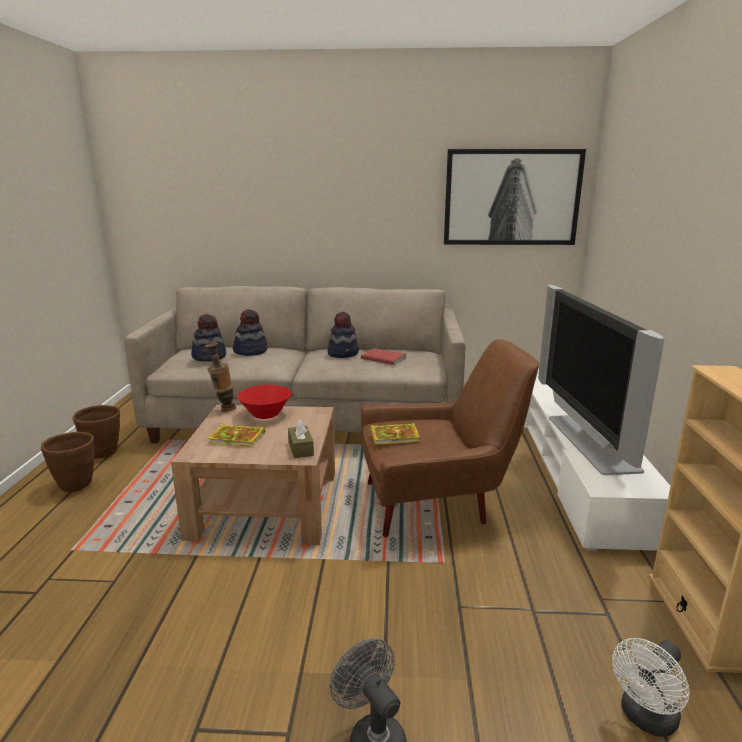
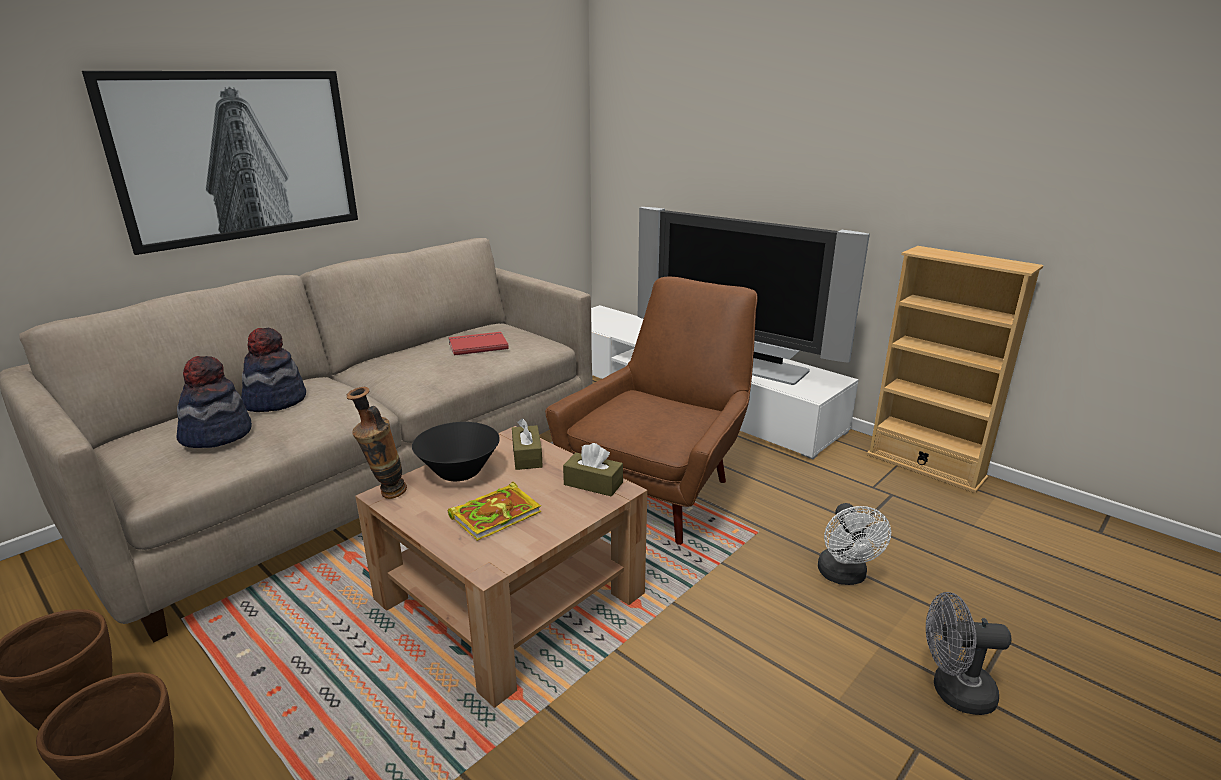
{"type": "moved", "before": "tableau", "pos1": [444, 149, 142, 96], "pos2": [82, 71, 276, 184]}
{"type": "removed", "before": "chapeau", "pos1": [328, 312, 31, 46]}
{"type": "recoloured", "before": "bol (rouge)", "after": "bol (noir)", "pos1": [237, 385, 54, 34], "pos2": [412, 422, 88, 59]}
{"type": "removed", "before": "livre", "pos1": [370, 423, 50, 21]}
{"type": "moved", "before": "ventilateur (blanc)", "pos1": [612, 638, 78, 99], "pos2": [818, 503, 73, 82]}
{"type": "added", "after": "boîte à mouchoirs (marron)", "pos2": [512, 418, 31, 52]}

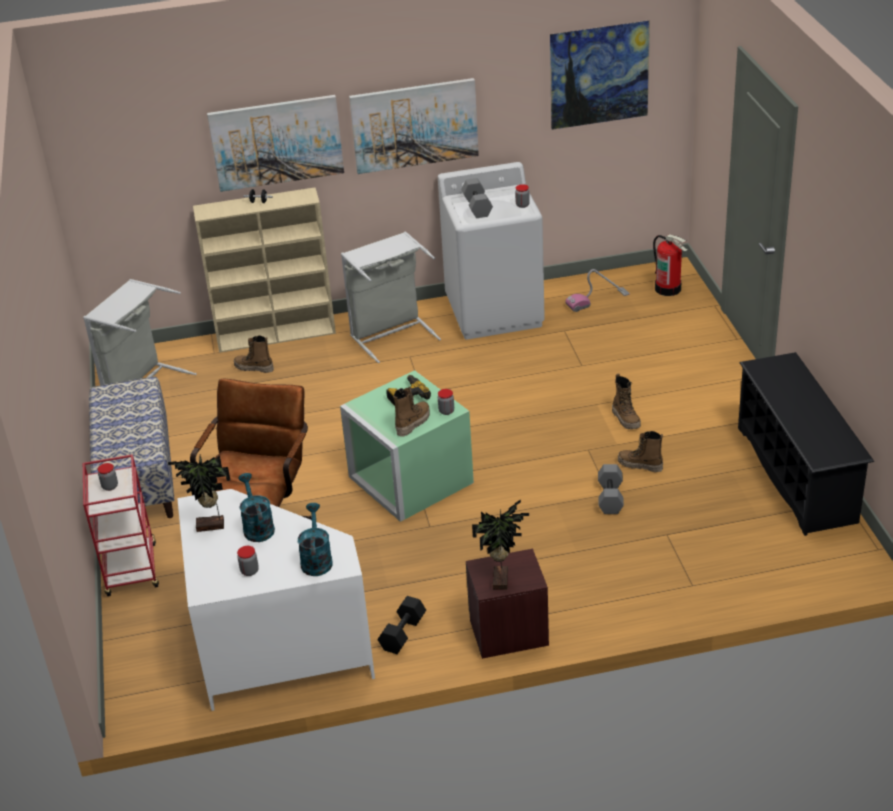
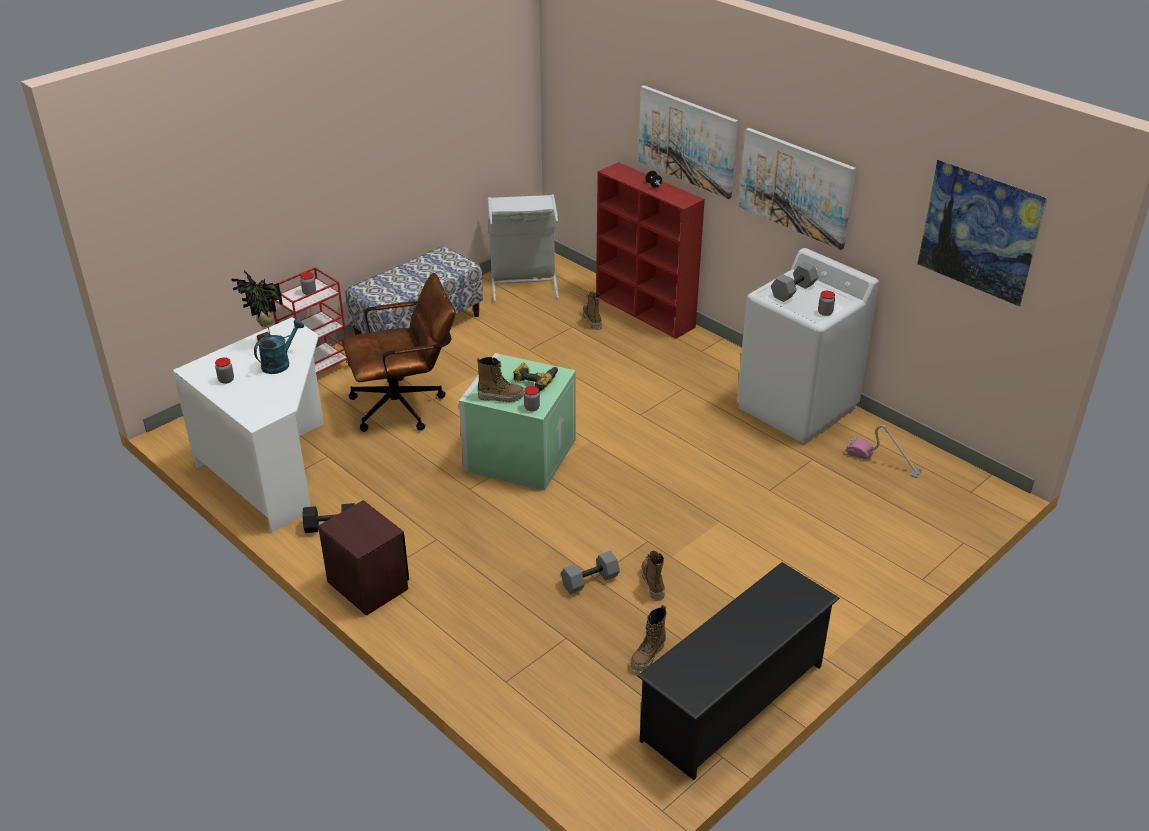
{"type": "recoloured", "before": "bibliothèque (beige)", "after": "bibliothèque (rouge)", "pos1": [193, 187, 143, 166], "pos2": [596, 162, 109, 177]}
{"type": "removed", "before": "panier à linge (gris)", "pos1": [341, 231, 100, 132]}
{"type": "removed", "before": "extincteur", "pos1": [653, 234, 34, 62]}
{"type": "moved", "before": "botte", "pos1": [612, 373, 29, 56], "pos2": [631, 605, 35, 67]}
{"type": "removed", "before": "plante en pot", "pos1": [472, 500, 57, 90]}
{"type": "removed", "before": "arrosoir (turquoise)", "pos1": [298, 503, 35, 73]}

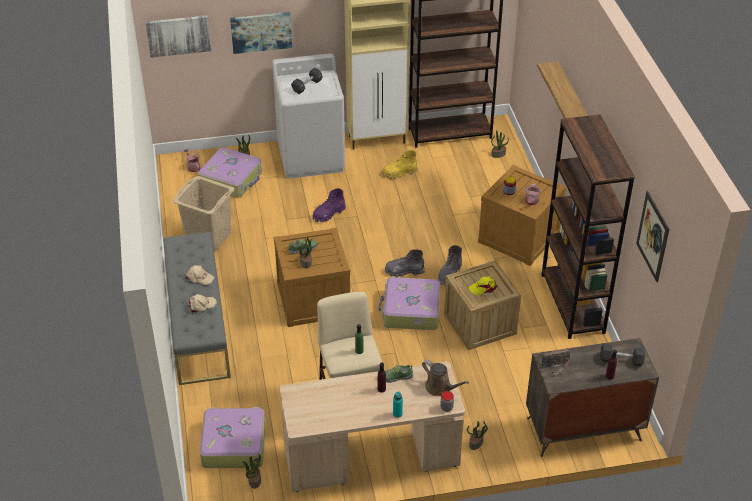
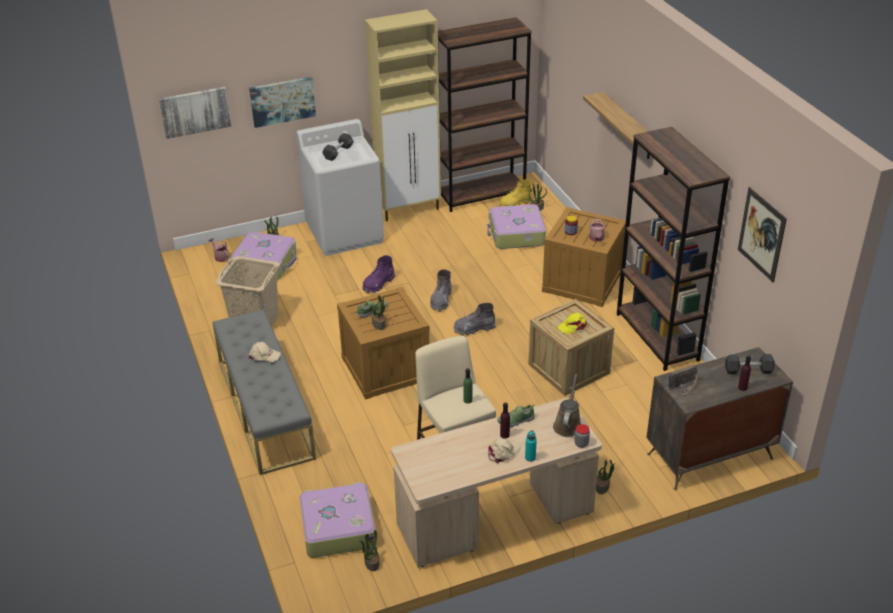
{"type": "moved", "before": "botte (jaune)", "pos1": [382, 150, 36, 29], "pos2": [499, 179, 34, 28]}
{"type": "moved", "before": "botte (gris)", "pos1": [438, 245, 24, 41], "pos2": [430, 269, 22, 42]}
{"type": "moved", "before": "valise", "pos1": [378, 277, 62, 53], "pos2": [487, 204, 59, 45]}
{"type": "moved", "before": "casquette (beige)", "pos1": [188, 294, 29, 20], "pos2": [488, 438, 33, 26]}
{"type": "turned", "before": "arrosoir (marron)", "pos1": [422, 360, 47, 36], "pos2": [553, 374, 28, 63], "turn": -105}

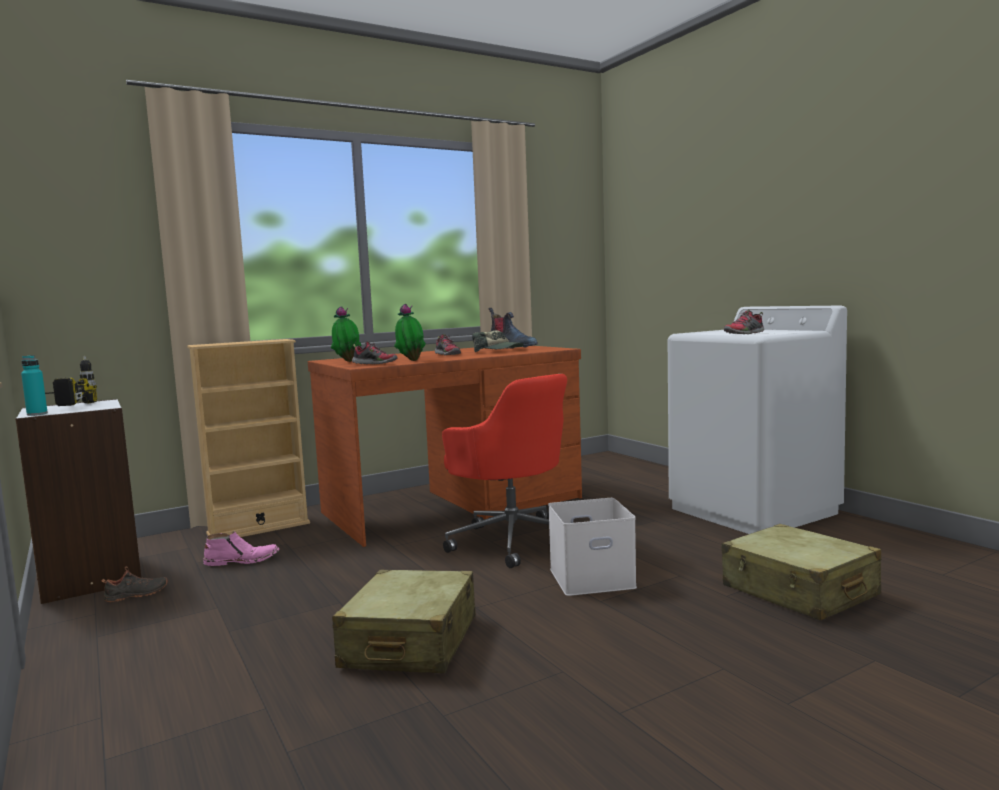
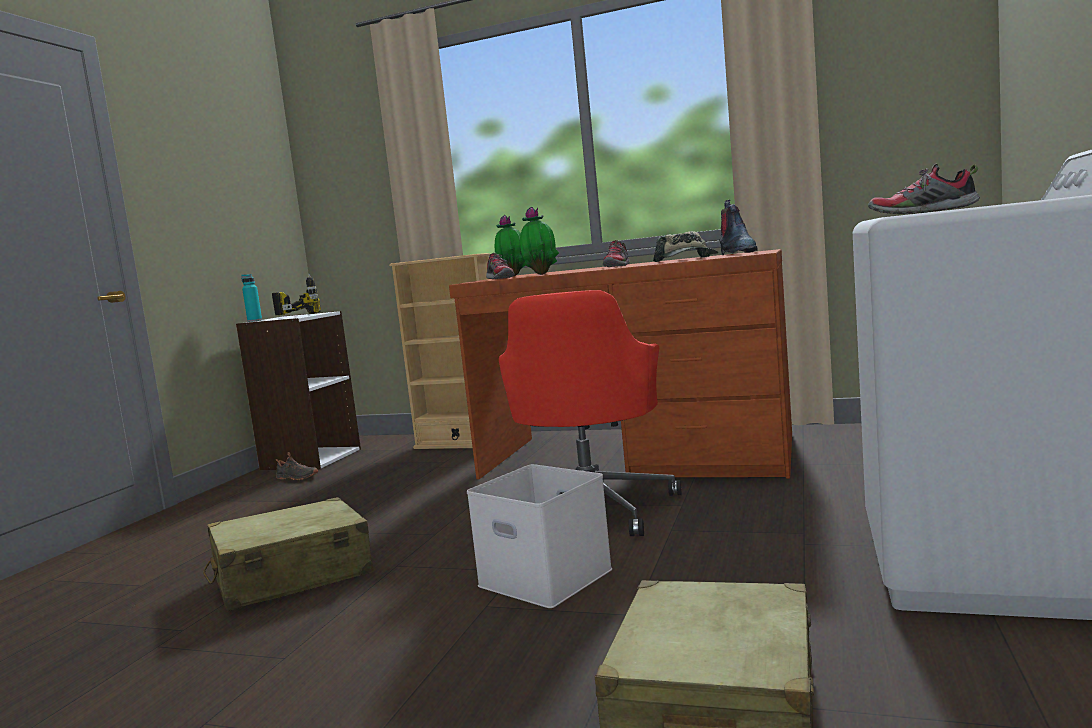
{"type": "removed", "before": "botte (rose)", "pos1": [203, 531, 77, 35]}

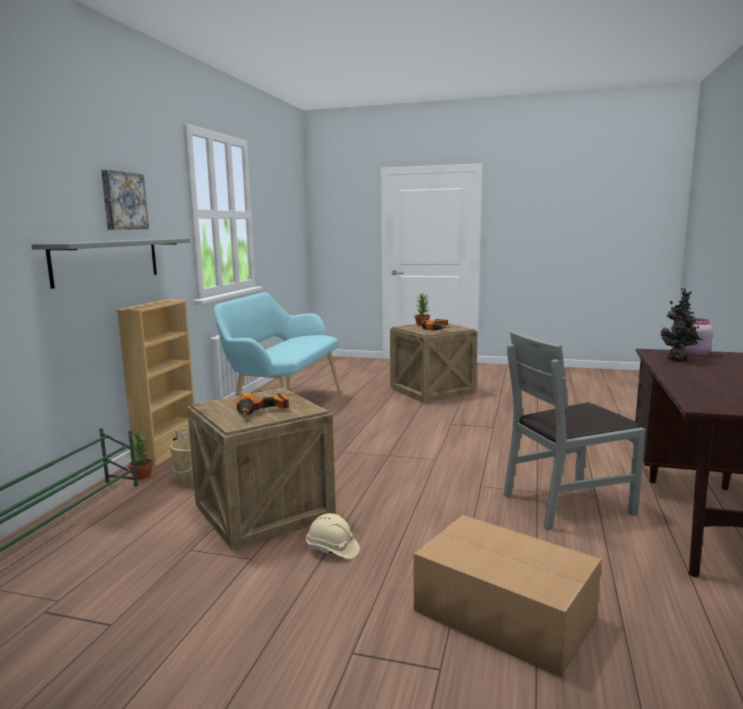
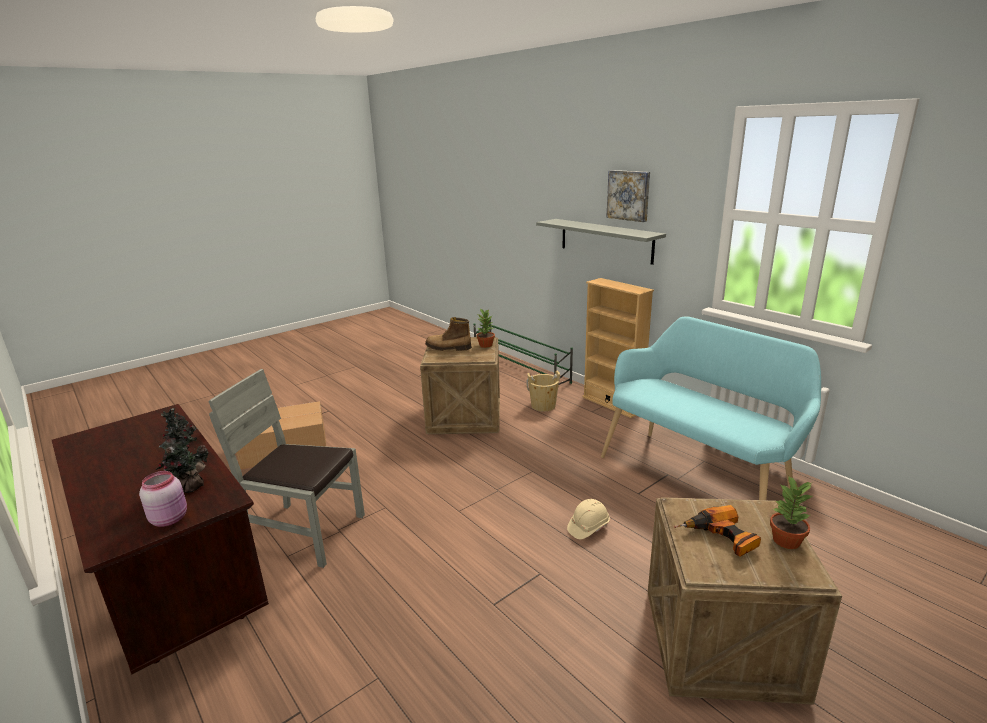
{"type": "turned", "before": "chaise (gris)", "pos1": [503, 331, 143, 199], "pos2": [208, 369, 157, 199], "turn": -90}
{"type": "replaced", "before": "perceuse", "after": "botte", "pos1": [236, 392, 53, 25], "pos2": [425, 317, 47, 34]}
{"type": "moved", "before": "plante en pot", "pos1": [128, 432, 25, 47], "pos2": [476, 309, 19, 39]}
{"type": "moved", "before": "casque de chantier (beige)", "pos1": [306, 513, 54, 46], "pos2": [567, 499, 43, 40]}

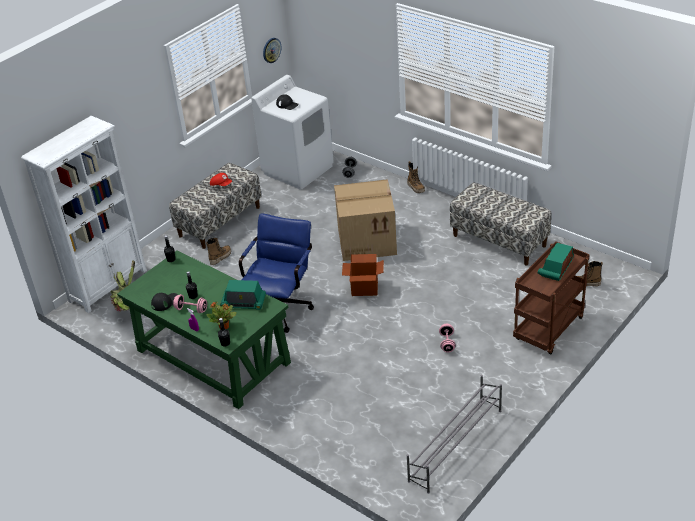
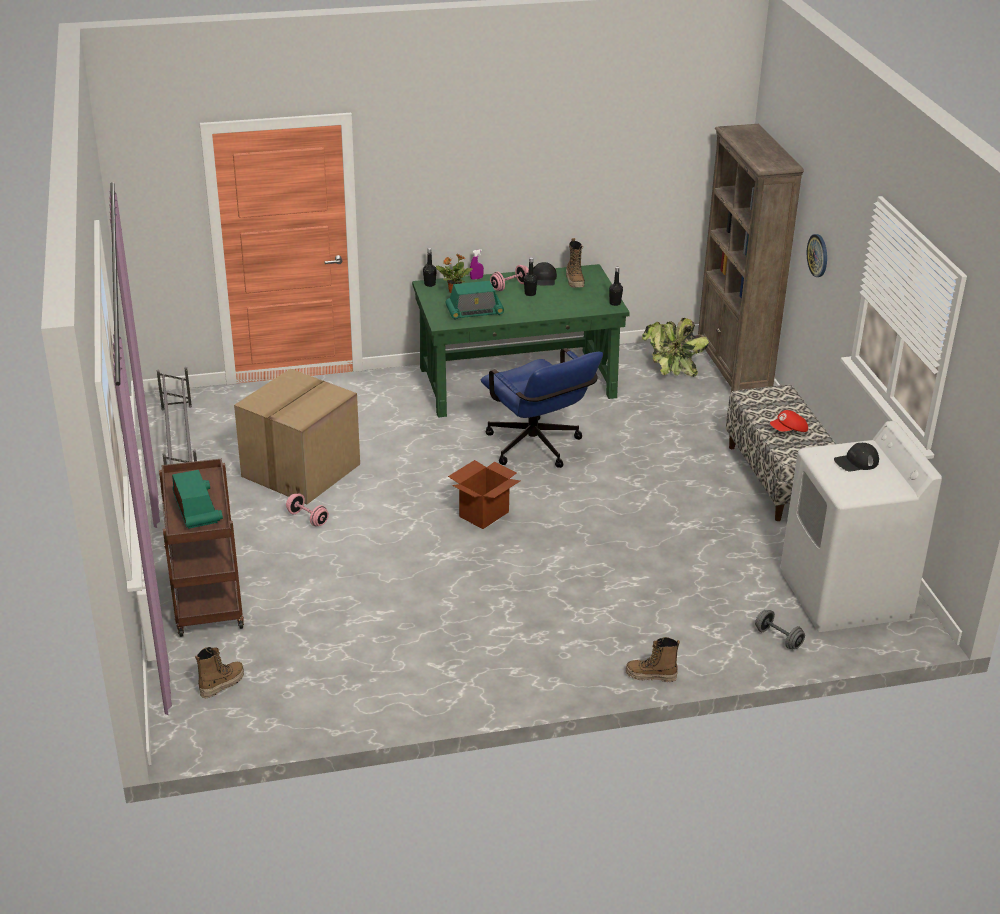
{"type": "moved", "before": "horloge murale", "pos1": [263, 38, 18, 25], "pos2": [807, 234, 20, 43]}
{"type": "recoloured", "before": "bibliothèque (blanc)", "after": "bibliothèque (marron)", "pos1": [21, 116, 126, 197], "pos2": [698, 124, 106, 268]}
{"type": "moved", "before": "carton", "pos1": [334, 179, 63, 82], "pos2": [234, 368, 126, 136]}
{"type": "removed", "before": "banc", "pos1": [450, 182, 102, 84]}
{"type": "moved", "before": "botte", "pos1": [206, 238, 25, 27], "pos2": [566, 238, 19, 50]}
{"type": "turned", "before": "radio", "pos1": [220, 280, 46, 30], "pos2": [445, 281, 59, 39], "turn": -150}

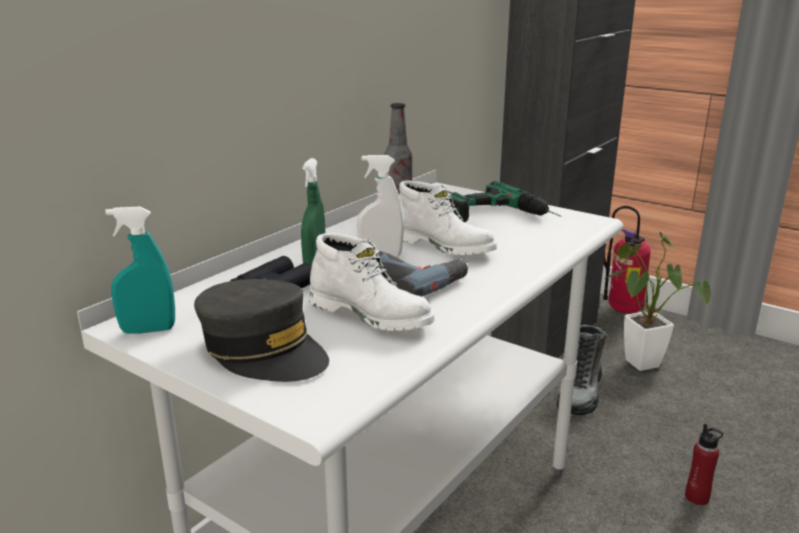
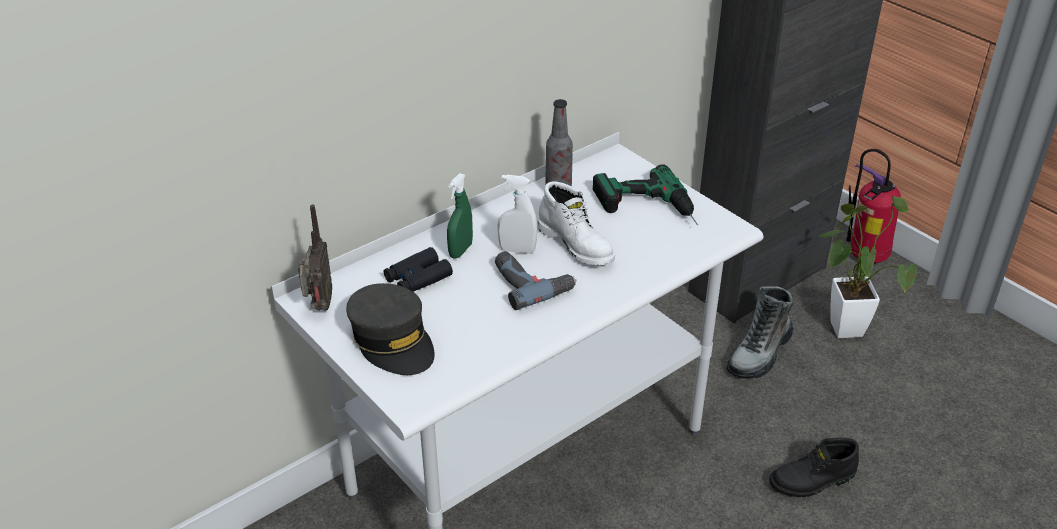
{"type": "replaced", "before": "vaporisateur (turquoise)", "after": "radio", "pos1": [106, 206, 69, 128], "pos2": [298, 205, 34, 106]}
{"type": "removed", "before": "botte (blanc)", "pos1": [309, 233, 126, 98]}
{"type": "replaced", "before": "bouteille (rouge)", "after": "botte (noir)", "pos1": [685, 424, 38, 81], "pos2": [769, 437, 90, 60]}

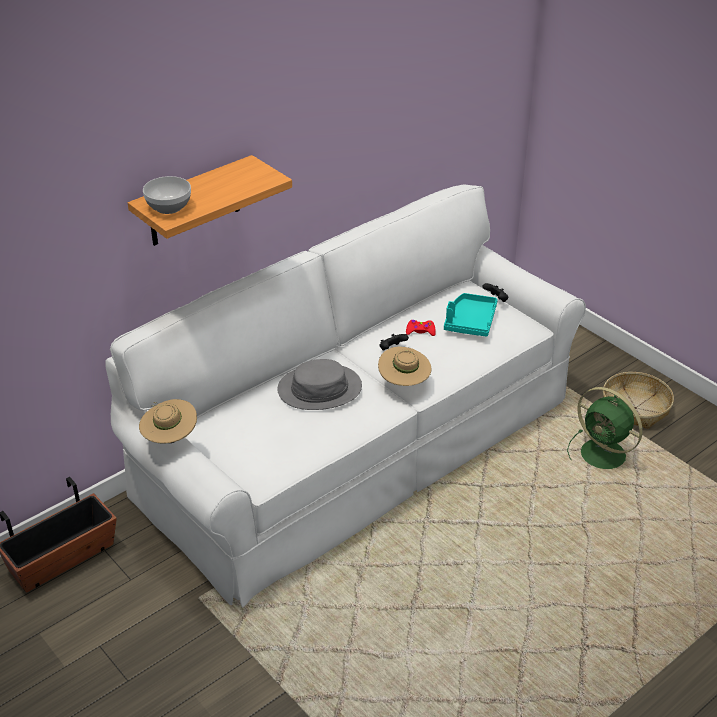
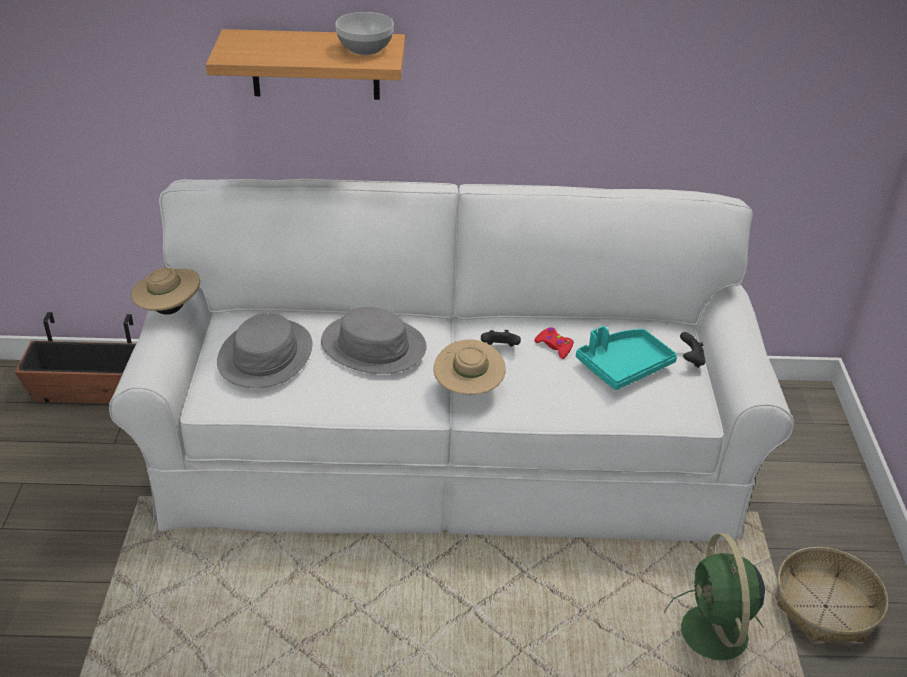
{"type": "moved", "before": "bol", "pos1": [143, 176, 48, 38], "pos2": [335, 12, 59, 43]}
{"type": "added", "after": "chapeau (gris)", "pos2": [217, 313, 95, 75]}

